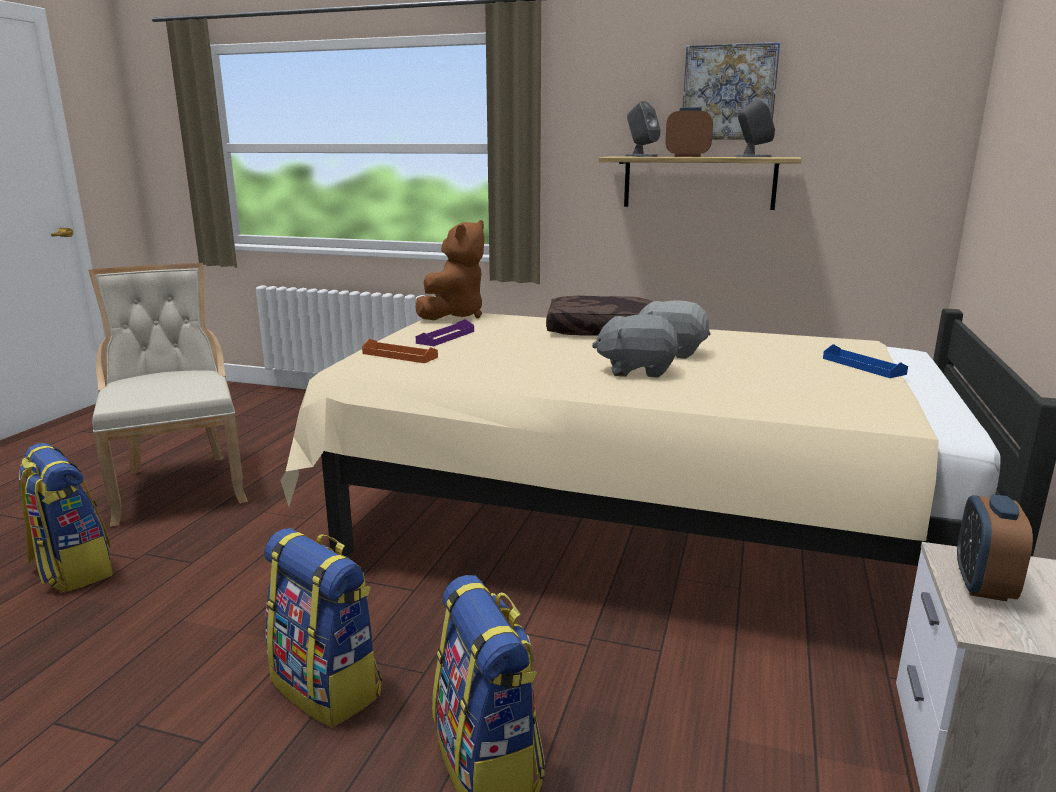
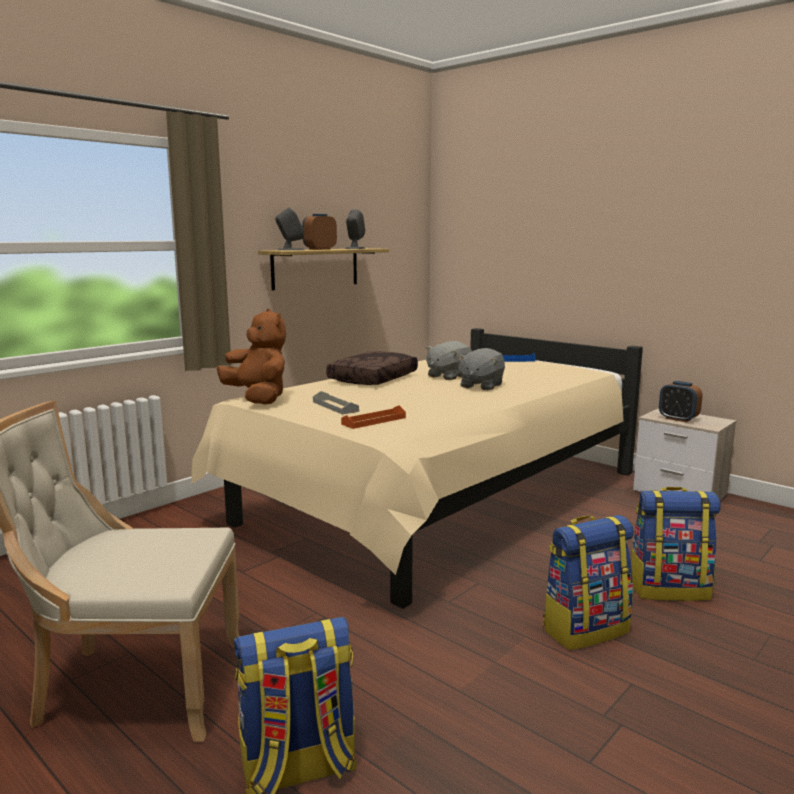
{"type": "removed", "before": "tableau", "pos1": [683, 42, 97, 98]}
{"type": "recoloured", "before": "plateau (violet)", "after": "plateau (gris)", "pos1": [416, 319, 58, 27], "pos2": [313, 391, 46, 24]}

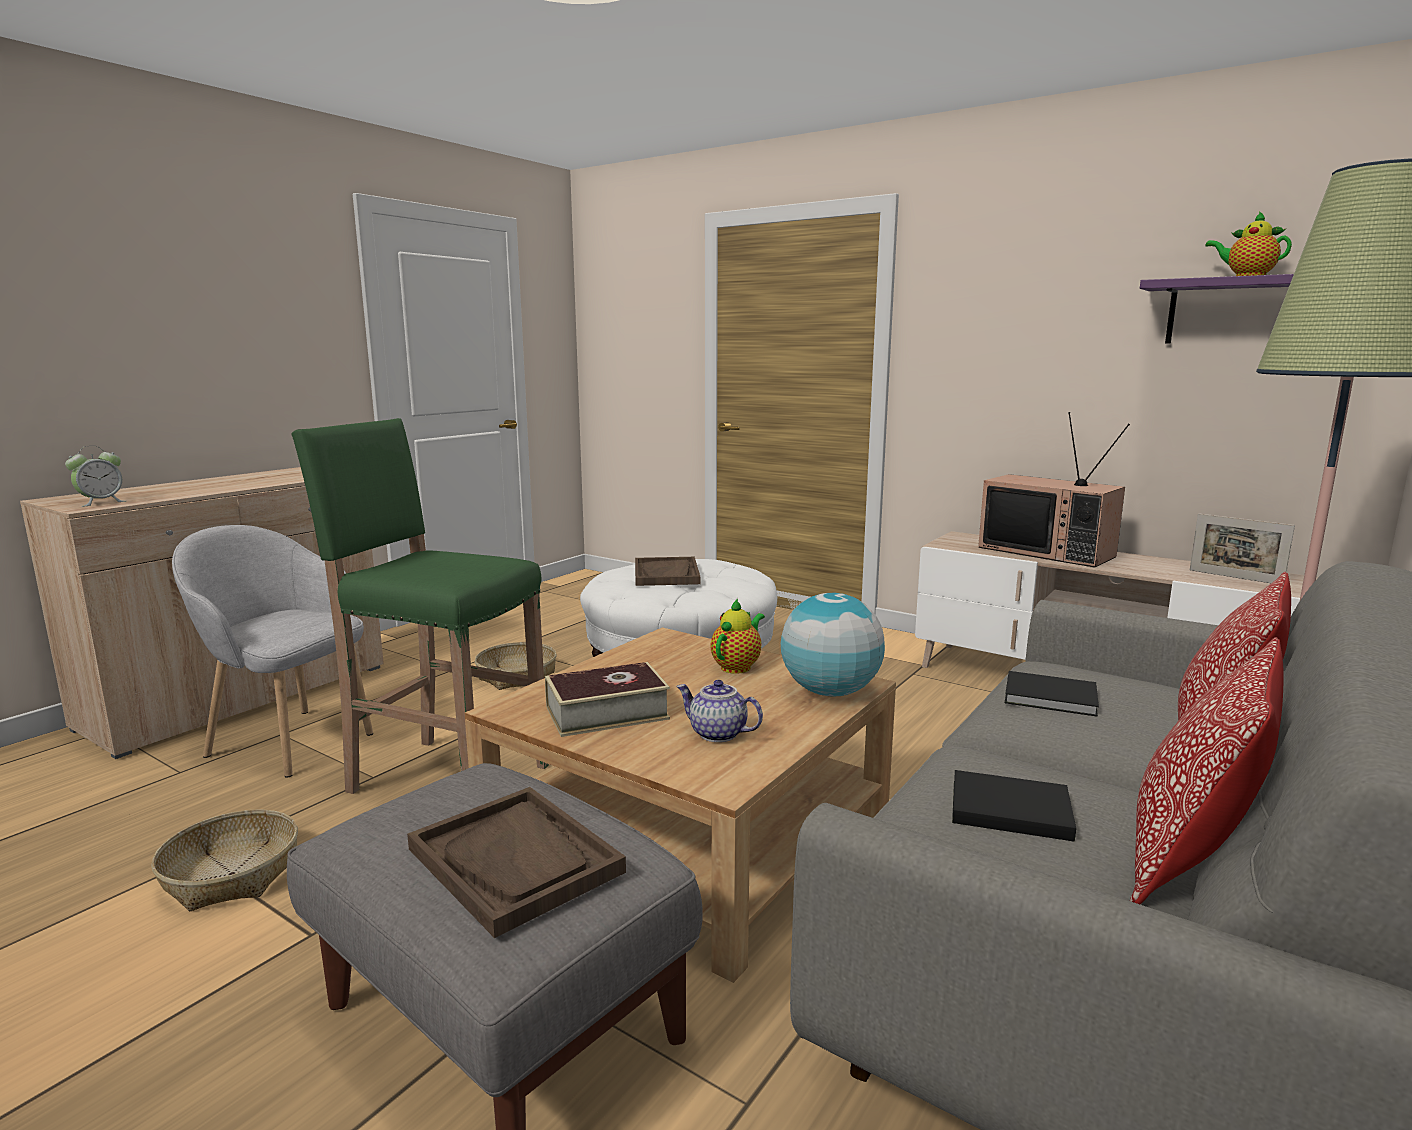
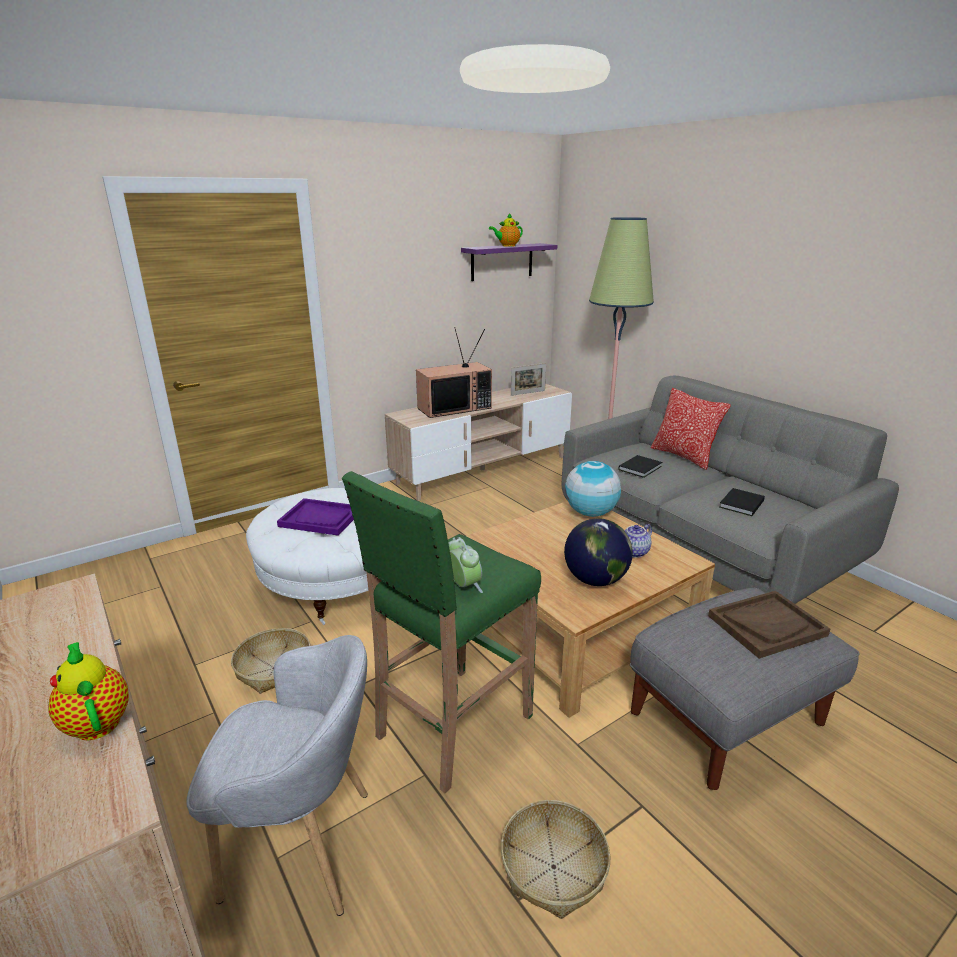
{"type": "moved", "before": "réveil", "pos1": [65, 446, 61, 61], "pos2": [448, 537, 35, 56]}
{"type": "turned", "before": "fauteuil (gris)", "pos1": [172, 525, 201, 253], "pos2": [186, 635, 182, 281], "turn": -135}
{"type": "recoloured", "before": "plateau (marron)", "after": "plateau (violet)", "pos1": [635, 557, 65, 29], "pos2": [277, 498, 77, 38]}
{"type": "moved", "before": "théière", "pos1": [710, 598, 55, 76], "pos2": [48, 642, 81, 99]}
{"type": "removed", "before": "coussin", "pos1": [1130, 637, 154, 268]}
{"type": "replaced", "before": "livre", "after": "globe", "pos1": [545, 662, 125, 75], "pos2": [564, 518, 69, 68]}

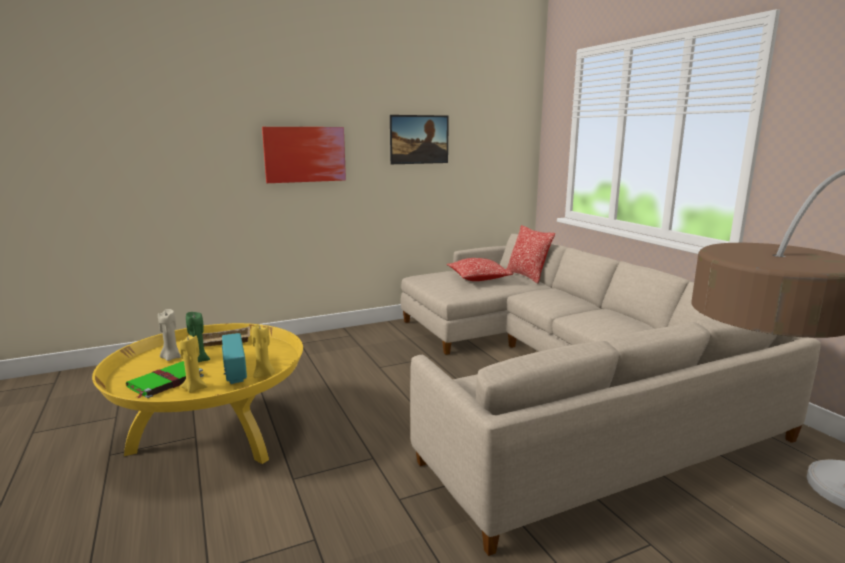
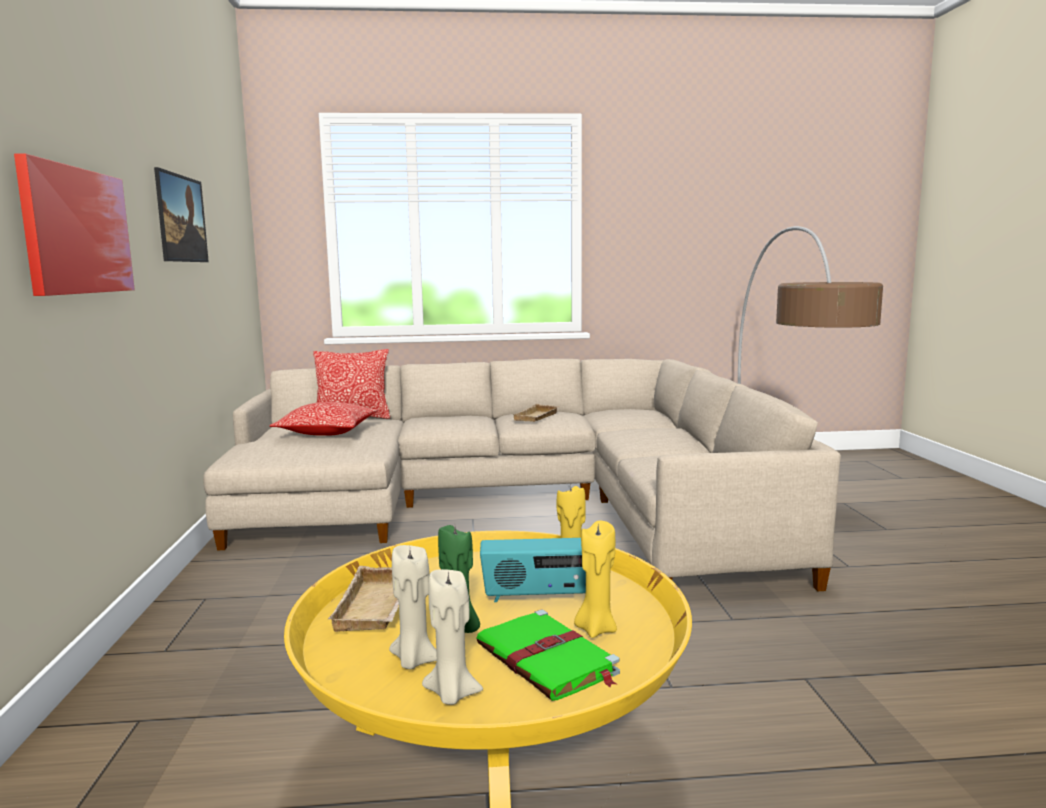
{"type": "added", "after": "plateau (beige)", "pos2": [513, 403, 47, 19]}
{"type": "added", "after": "bougie (beige)", "pos2": [422, 569, 61, 136]}

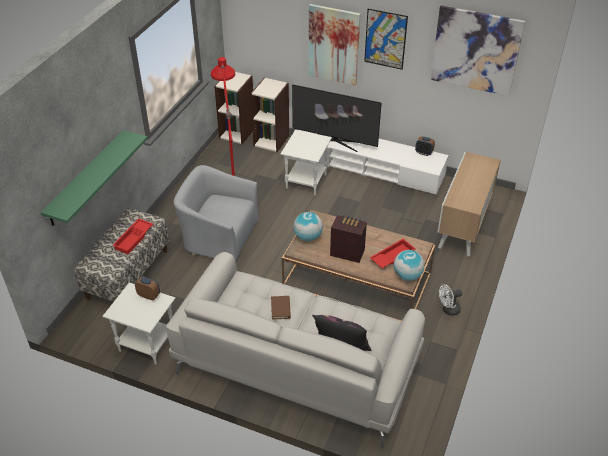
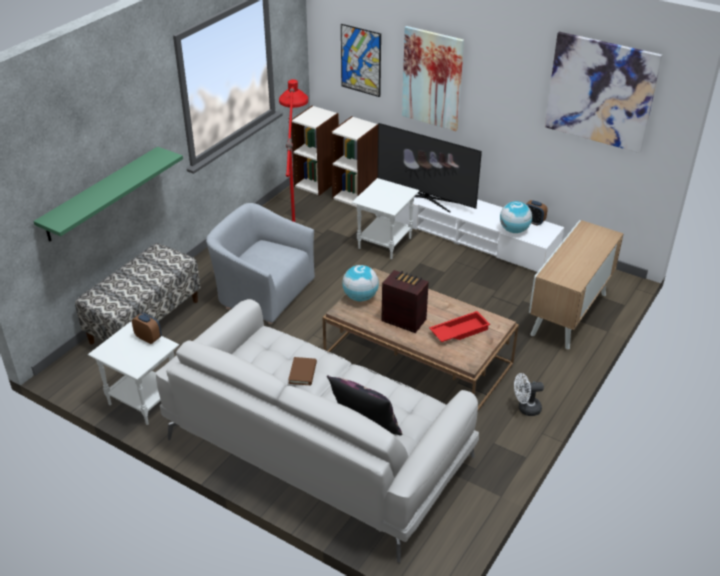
{"type": "moved", "before": "tableau", "pos1": [364, 9, 44, 61], "pos2": [341, 24, 40, 73]}
{"type": "removed", "before": "plateau (rouge)", "pos1": [112, 219, 41, 35]}
{"type": "moved", "before": "globe", "pos1": [393, 250, 32, 31], "pos2": [500, 201, 32, 32]}

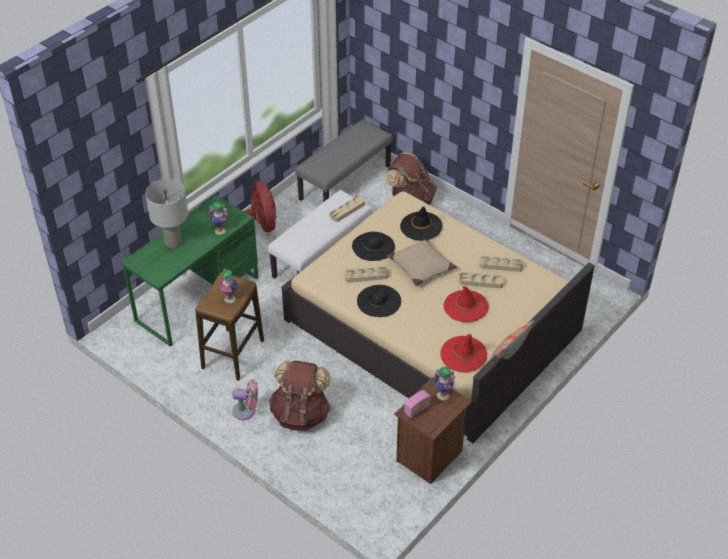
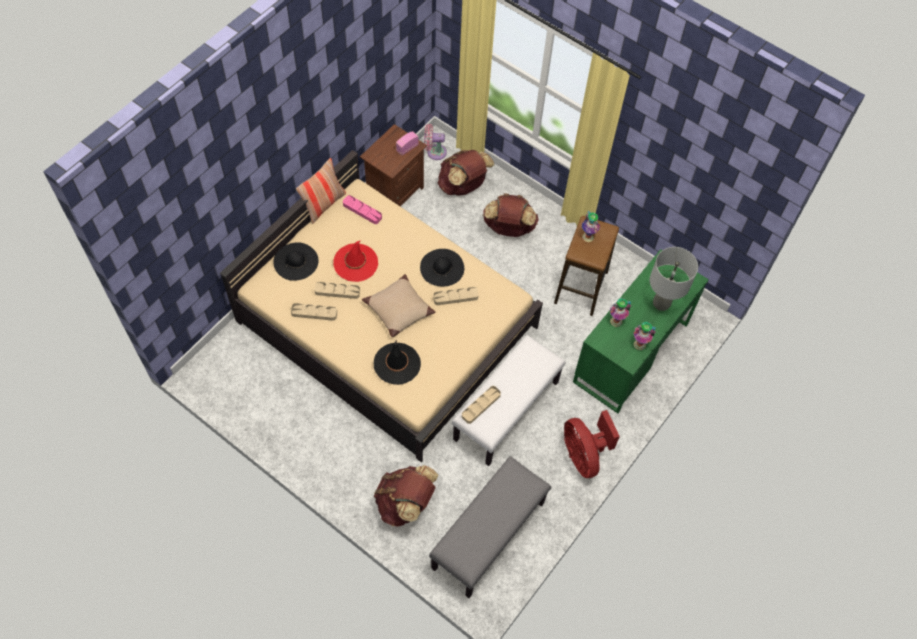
{"type": "moved", "before": "chapeau (noir)", "pos1": [352, 232, 43, 29], "pos2": [273, 242, 46, 39]}
{"type": "replaced", "before": "chapeau (rouge)", "after": "plateau (rose)", "pos1": [441, 334, 46, 39], "pos2": [343, 195, 39, 29]}
{"type": "moved", "before": "vase", "pos1": [434, 366, 21, 35], "pos2": [634, 322, 22, 28]}
{"type": "moved", "before": "ventilateur (rose)", "pos1": [232, 380, 26, 40], "pos2": [424, 124, 23, 36]}
{"type": "added", "after": "sac à dos (marron)", "pos2": [438, 150, 56, 46]}

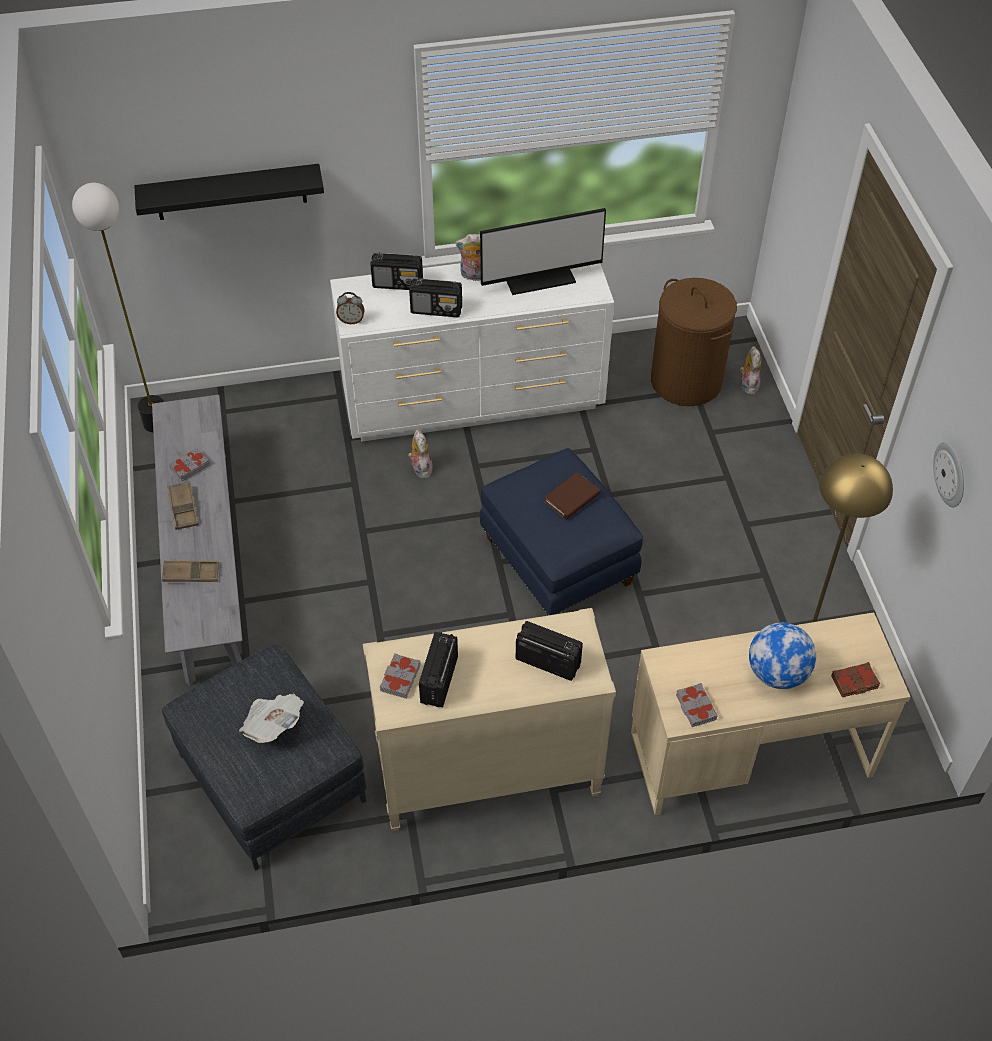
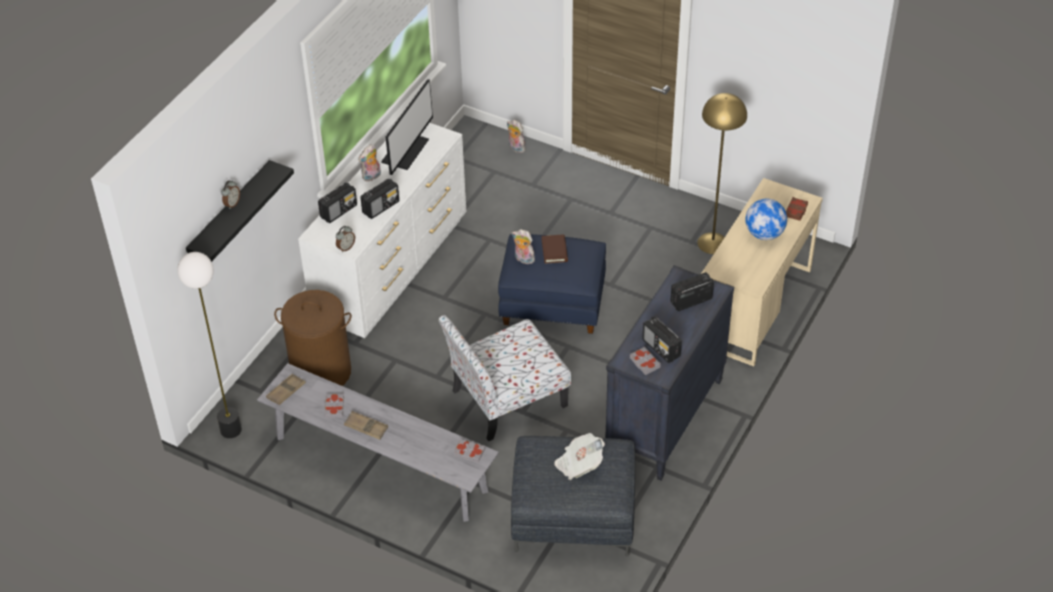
{"type": "moved", "before": "panier à linge (marron)", "pos1": [651, 278, 86, 128], "pos2": [274, 290, 78, 96]}
{"type": "moved", "before": "peluche", "pos1": [408, 429, 25, 49], "pos2": [512, 229, 23, 35]}
{"type": "removed", "before": "horloge murale", "pos1": [933, 442, 31, 65]}
{"type": "moved", "before": "plateau (marron)", "pos1": [162, 561, 57, 21], "pos2": [266, 374, 40, 31]}
{"type": "recoloured", "before": "commode (beige)", "after": "commode (noir)", "pos1": [363, 608, 253, 223], "pos2": [605, 265, 129, 216]}
{"type": "moved", "before": "livre (gris)", "pos1": [676, 683, 42, 44], "pos2": [454, 439, 31, 24]}
{"type": "added", "after": "réveil", "pos2": [221, 180, 19, 29]}
{"type": "added", "after": "chaise", "pos2": [439, 315, 132, 126]}

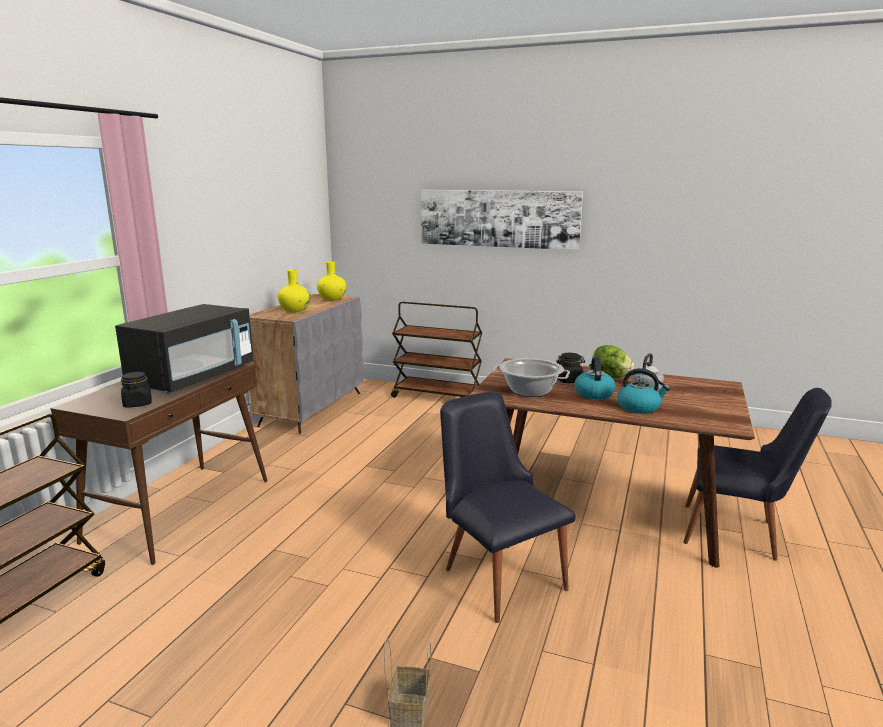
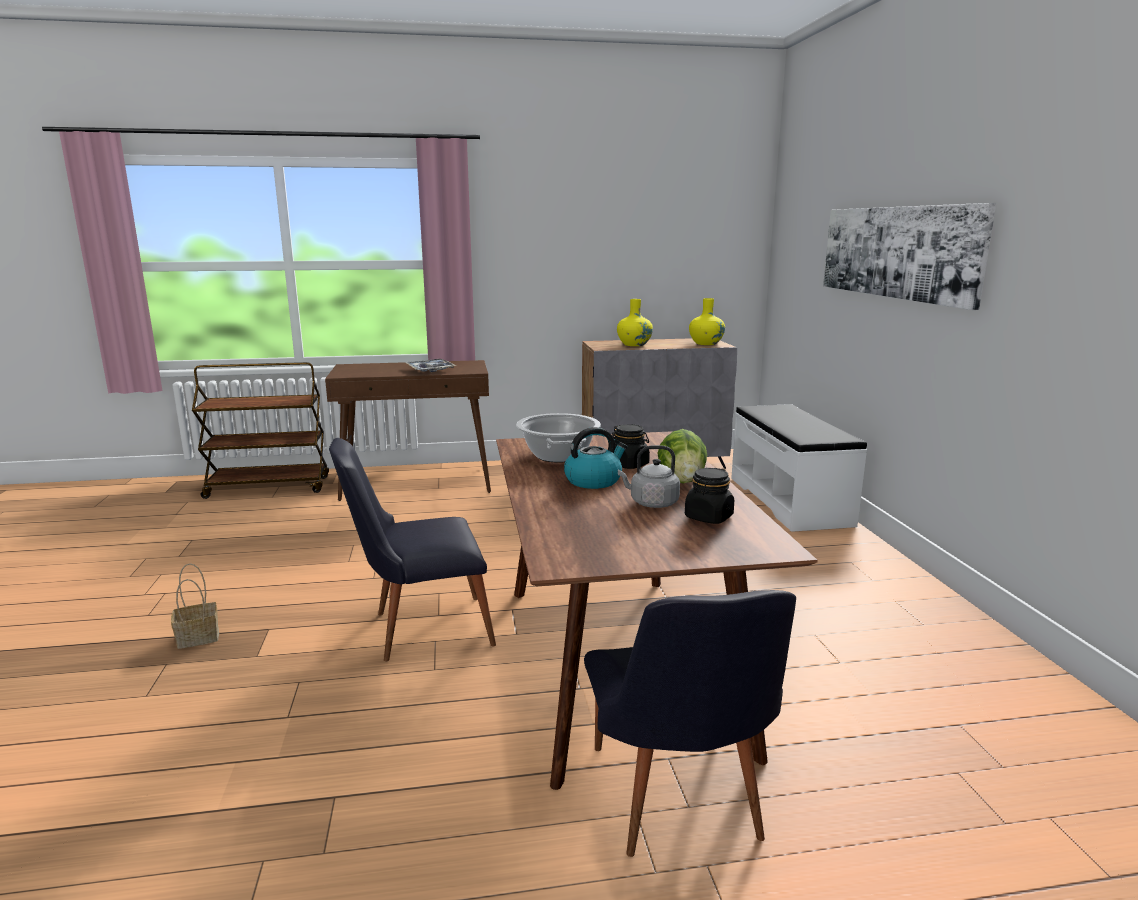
{"type": "replaced", "before": "chariot (marron)", "after": "banc (blanc)", "pos1": [391, 302, 91, 96], "pos2": [731, 404, 136, 128]}
{"type": "replaced", "before": "micro-ondes (noir)", "after": "plateau", "pos1": [115, 304, 138, 90], "pos2": [406, 359, 50, 13]}
{"type": "removed", "before": "bouilloire", "pos1": [618, 368, 52, 45]}
{"type": "moved", "before": "bocal (noir)", "pos1": [121, 372, 31, 36], "pos2": [685, 468, 49, 56]}
{"type": "turned", "before": "chaise (noir)", "pos1": [440, 392, 136, 231], "pos2": [329, 438, 167, 223], "turn": -135}

